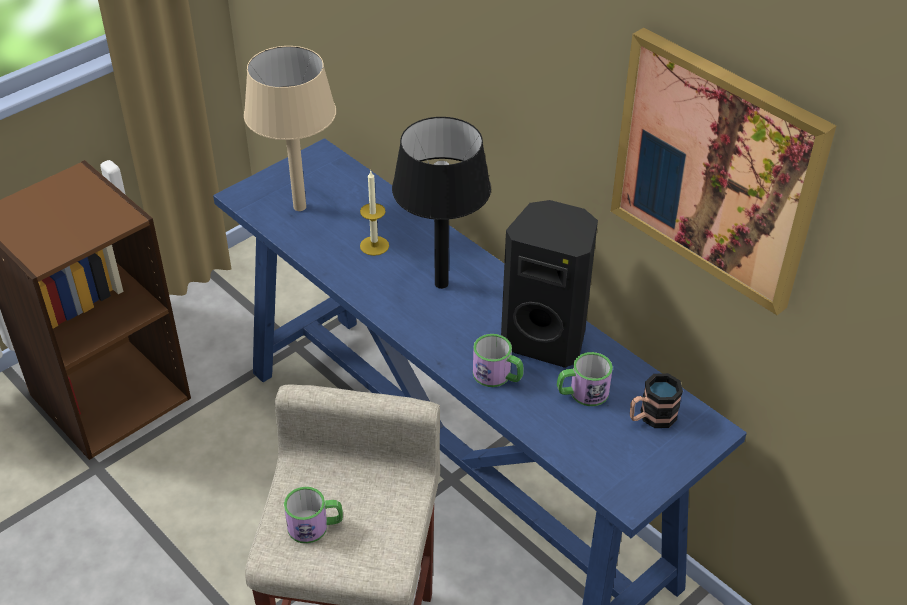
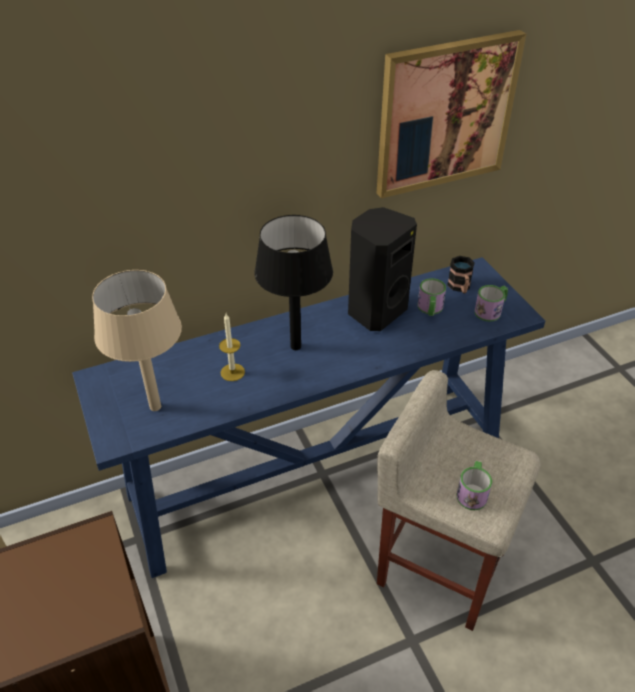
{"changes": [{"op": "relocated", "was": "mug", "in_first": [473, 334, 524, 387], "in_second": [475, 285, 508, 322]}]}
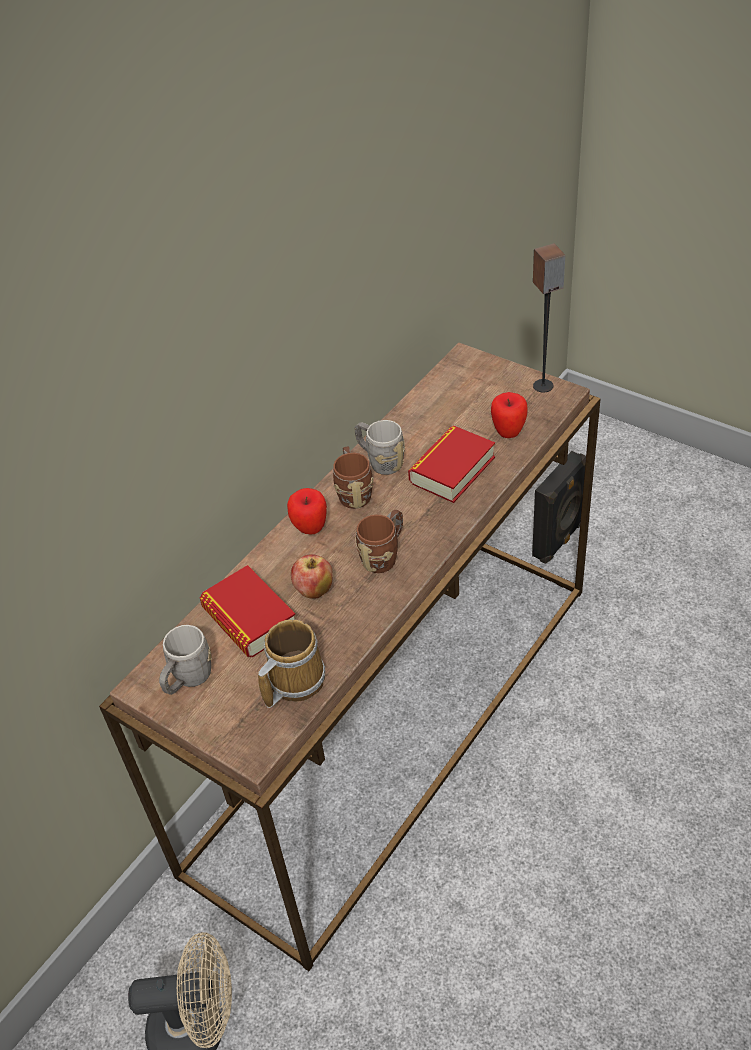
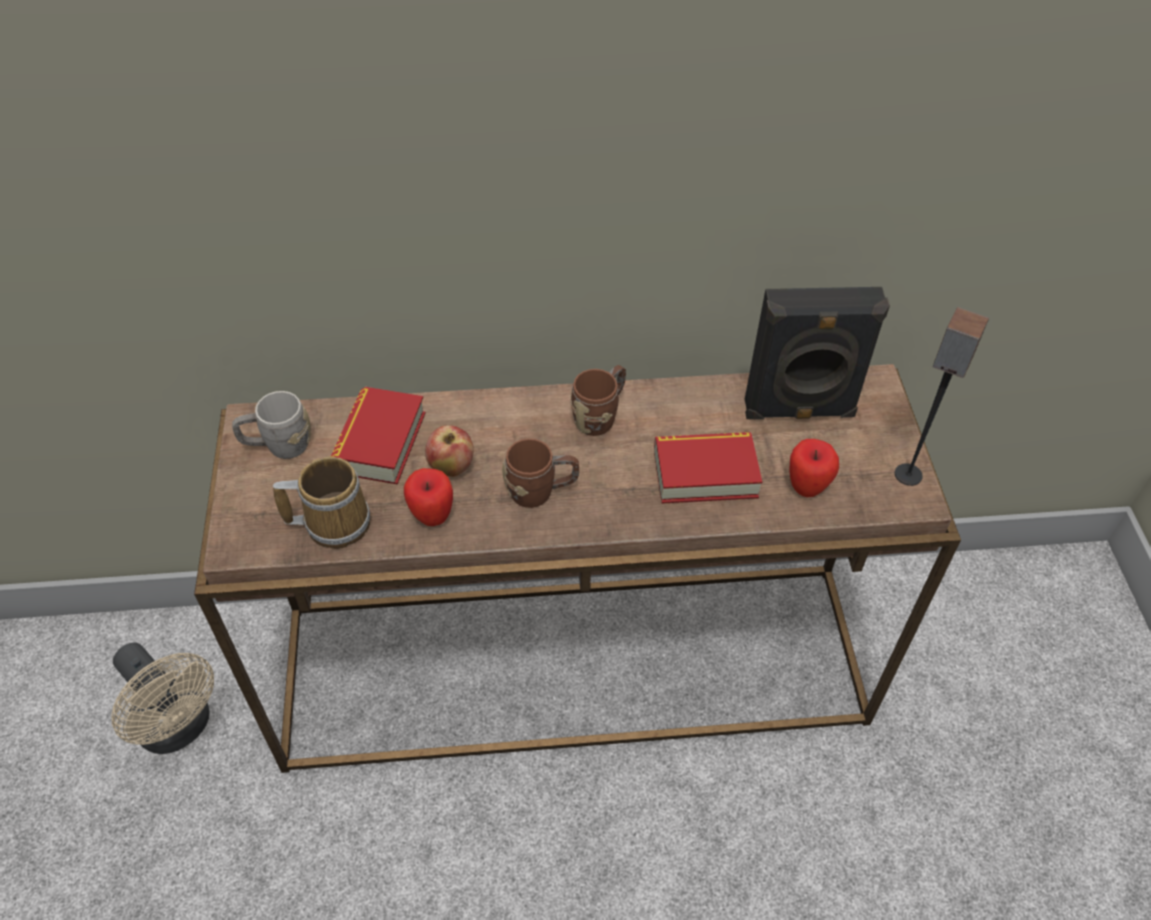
{"changes": [{"op": "missing", "was": "grey mug", "in_first": [354, 420, 405, 475]}, {"op": "relocated", "was": "apple", "in_first": [287, 488, 327, 534], "in_second": [404, 468, 453, 526]}, {"op": "relocated", "was": "black speaker", "in_first": [532, 451, 586, 564], "in_second": [745, 287, 890, 420]}]}
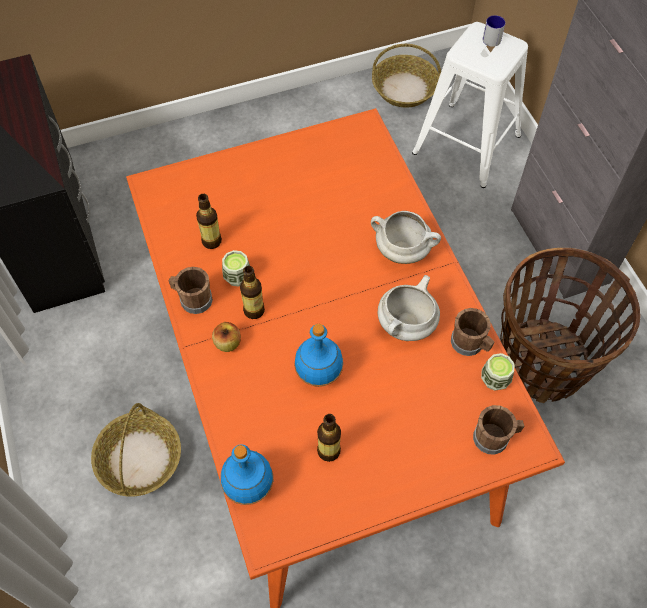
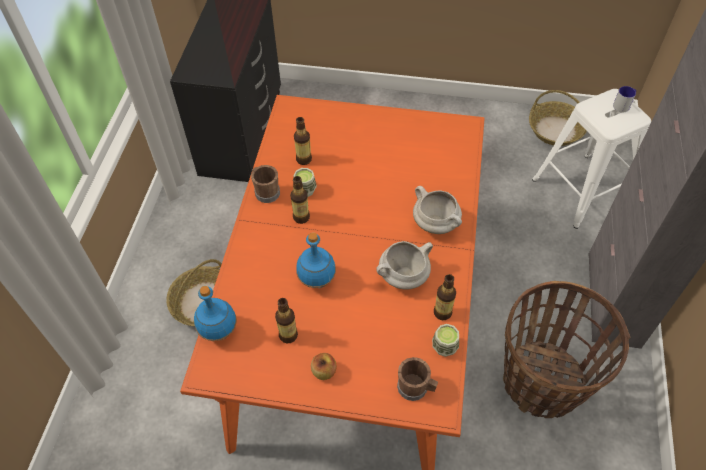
{"changes": [{"op": "relocated", "was": "apple", "in_first": [212, 322, 241, 352], "in_second": [311, 353, 337, 380]}, {"op": "exchanged", "was": "brown mug", "now": "bottle", "in_first": [451, 308, 495, 356], "in_second": [434, 274, 456, 320]}]}
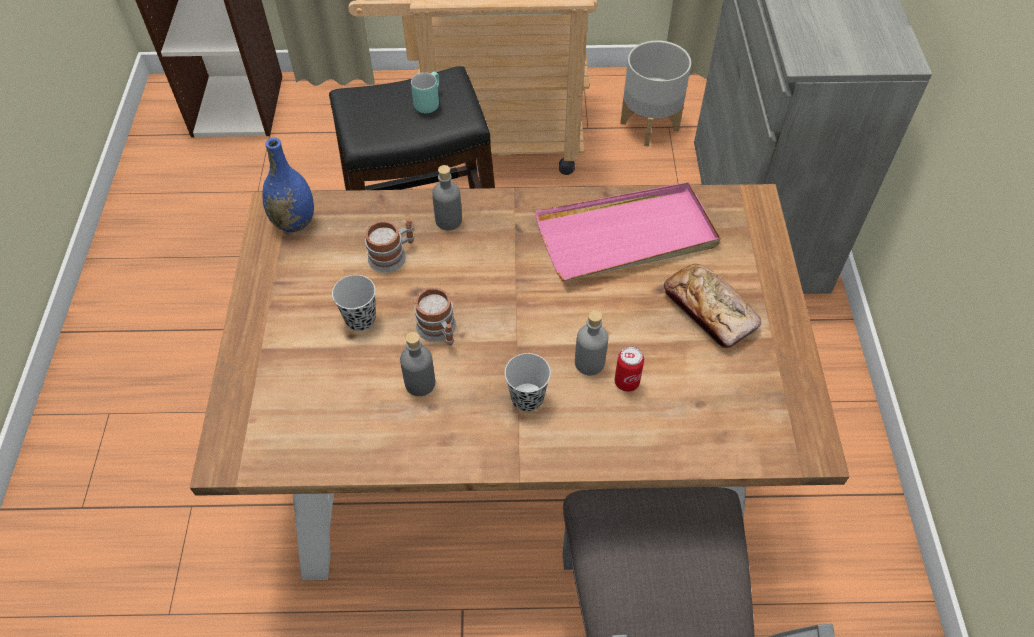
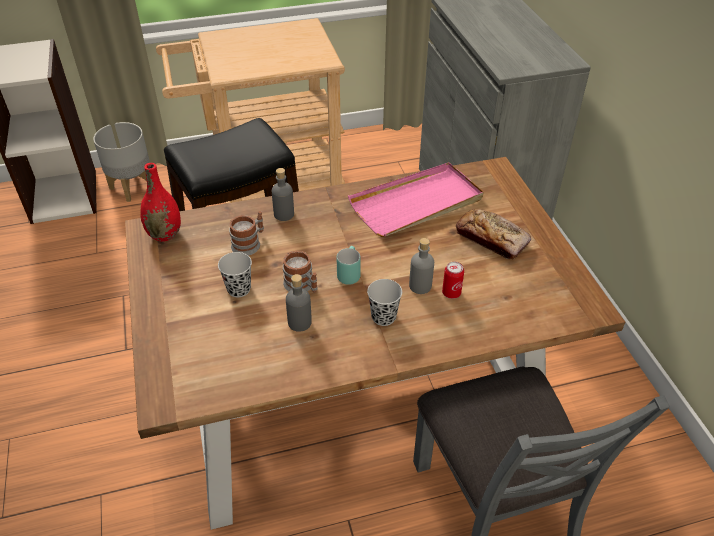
{"changes": [{"op": "relocated", "was": "turquoise mug", "in_first": [411, 72, 439, 113], "in_second": [337, 246, 361, 285]}, {"op": "relocated", "was": "grey planter", "in_first": [620, 40, 691, 147], "in_second": [93, 122, 150, 202]}, {"op": "colour", "was": "blue vase", "now": "red vase", "in_first": [263, 138, 314, 232], "in_second": [140, 163, 181, 242]}]}
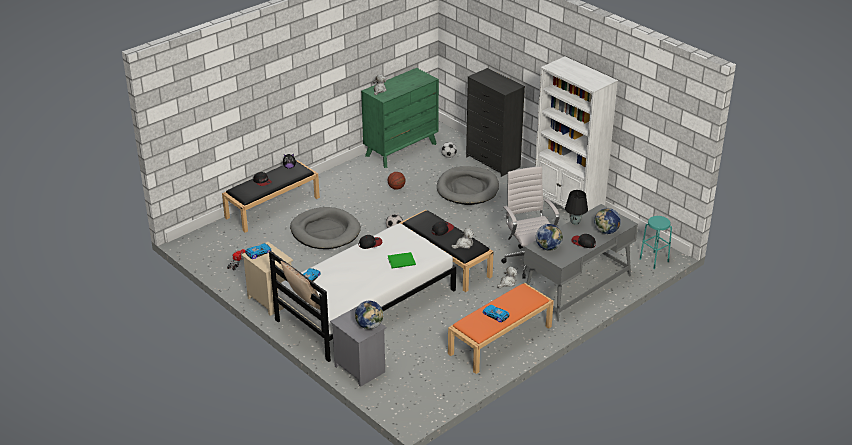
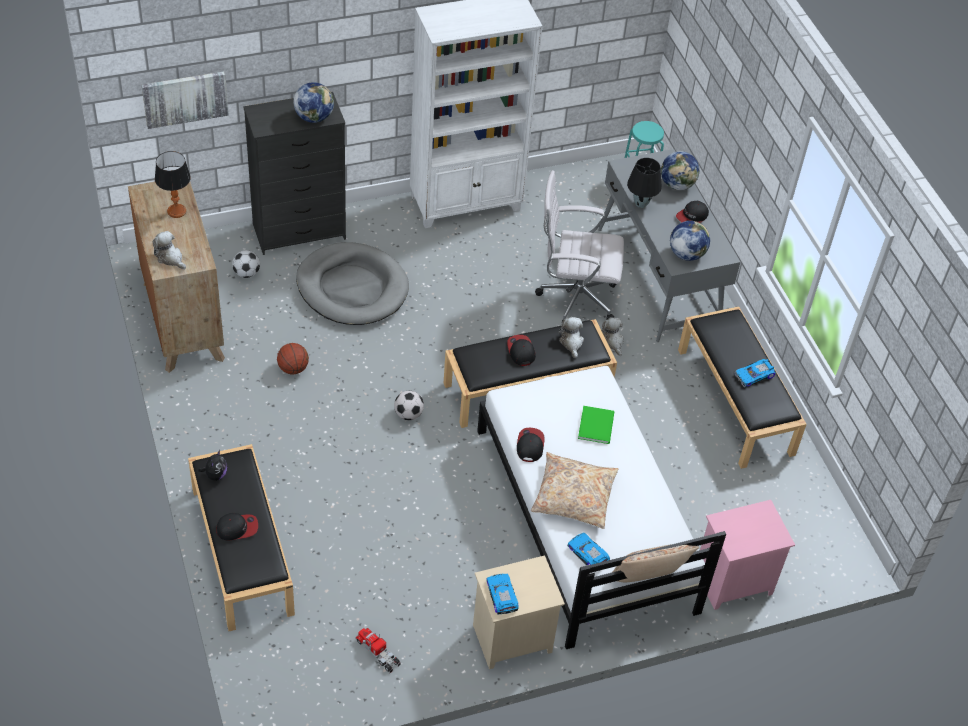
{"changes": [{"op": "missing", "was": "grey dog bed", "in_first": [290, 207, 361, 249]}, {"op": "appeared", "now": "picture", "in_second": [142, 71, 229, 129]}, {"op": "appeared", "now": "table lamp", "in_second": [155, 151, 191, 218]}, {"op": "appeared", "now": "beige pillow", "in_second": [531, 452, 618, 529]}, {"op": "relocated", "was": "globe", "in_first": [355, 301, 384, 329], "in_second": [293, 82, 334, 123]}, {"op": "colour", "was": "grey nightstand", "now": "pink nightstand", "in_first": [330, 306, 386, 387], "in_second": [700, 500, 795, 610]}, {"op": "colour", "was": "green dresser", "now": "brown dresser", "in_first": [361, 68, 439, 168], "in_second": [128, 182, 225, 373]}, {"op": "colour", "was": "orange bench", "now": "black bench", "in_first": [448, 283, 554, 374], "in_second": [678, 306, 807, 469]}]}
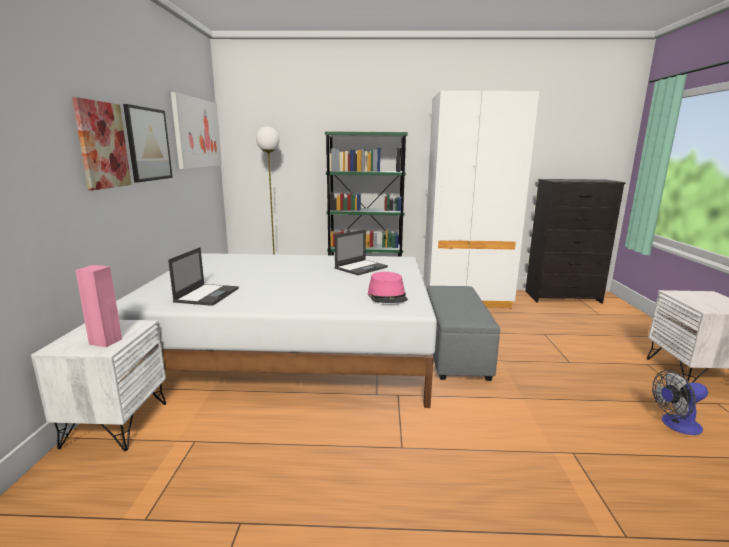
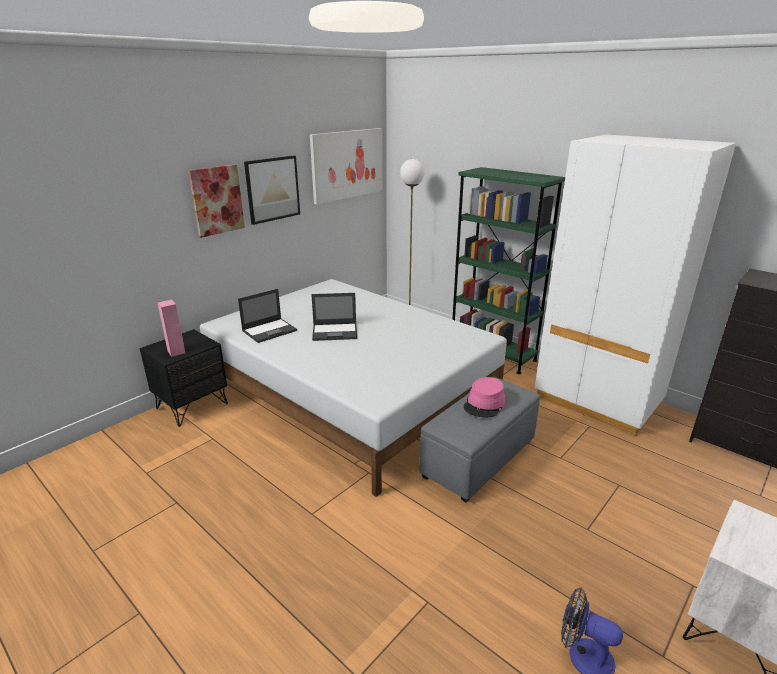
{"changes": [{"op": "relocated", "was": "laptop", "in_first": [335, 230, 388, 275], "in_second": [311, 293, 357, 341]}, {"op": "relocated", "was": "pink hat", "in_first": [368, 272, 408, 303], "in_second": [463, 377, 505, 417]}, {"op": "colour", "was": "white nightstand", "now": "black nightstand", "in_first": [31, 320, 166, 451], "in_second": [140, 329, 228, 427]}]}
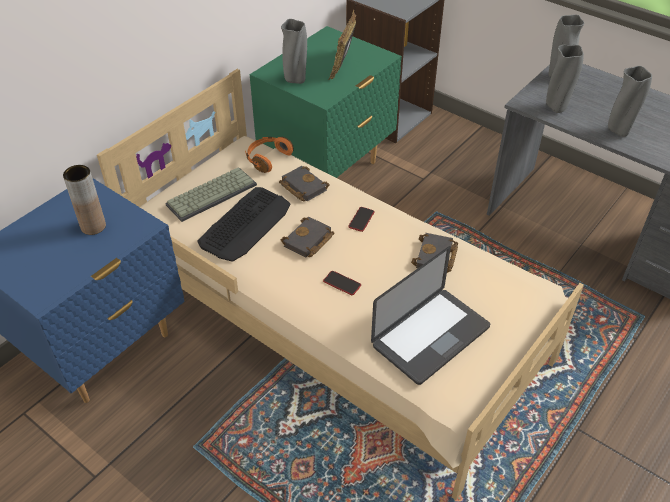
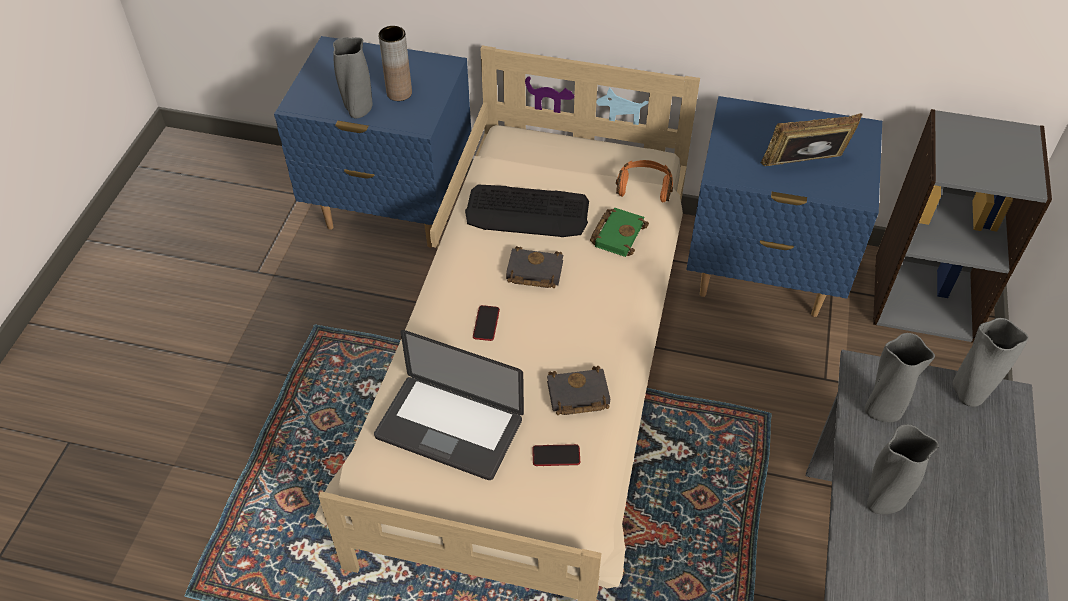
{"changes": [{"op": "missing", "was": "keyboard", "in_first": [165, 167, 257, 222]}, {"op": "relocated", "was": "grey vase", "in_first": [281, 19, 307, 84], "in_second": [333, 37, 373, 118]}, {"op": "relocated", "was": "phone", "in_first": [348, 207, 375, 232], "in_second": [532, 444, 580, 466]}, {"op": "colour", "was": "green nightstand", "now": "blue nightstand", "in_first": [250, 26, 402, 178], "in_second": [686, 96, 882, 317]}, {"op": "colour", "was": "black book", "now": "green book", "in_first": [279, 166, 330, 202], "in_second": [590, 208, 649, 257]}]}
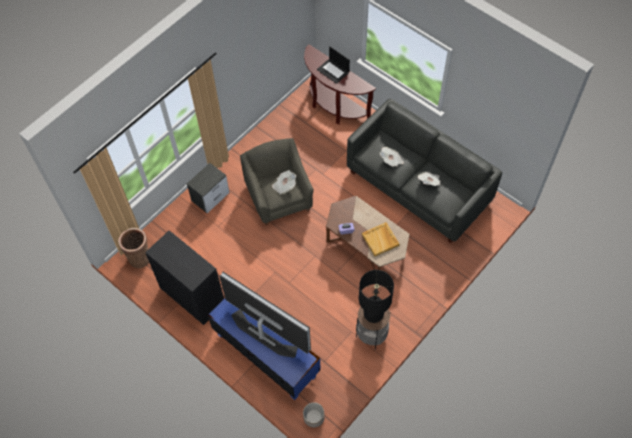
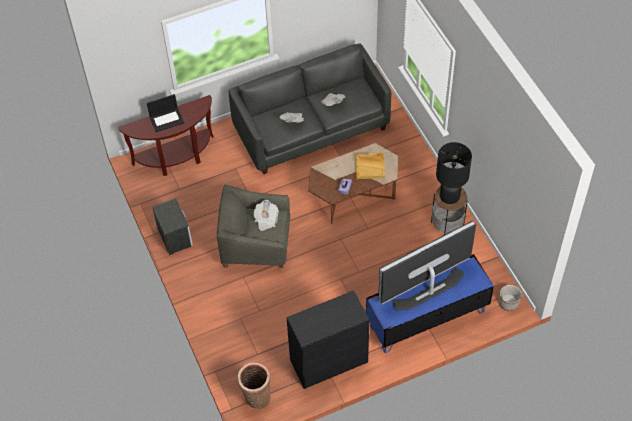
{"changes": [{"op": "relocated", "was": "nightstand", "in_first": [187, 163, 230, 213], "in_second": [152, 198, 193, 255]}]}
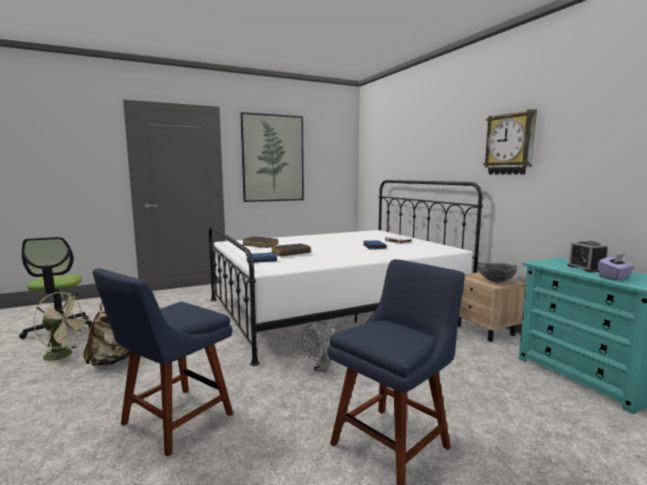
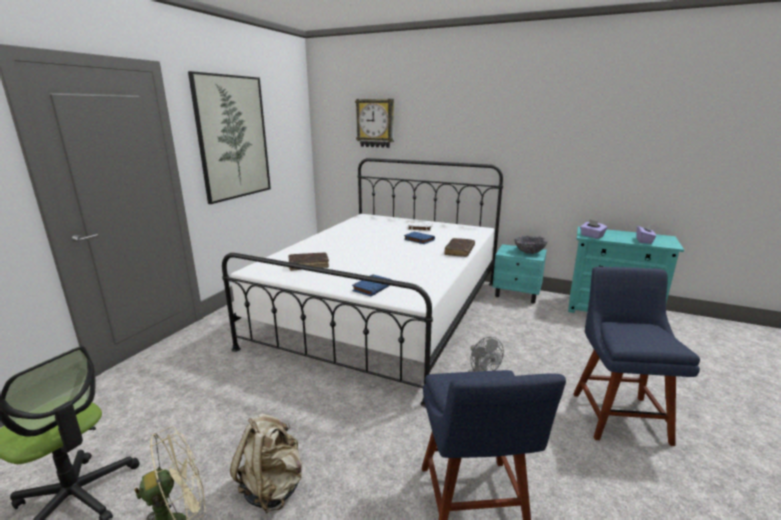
{"changes": [{"op": "missing", "was": "alarm clock", "in_first": [567, 241, 608, 273]}, {"op": "appeared", "now": "purple tissue box", "in_second": [580, 219, 607, 239]}, {"op": "relocated", "was": "brown book", "in_first": [272, 243, 311, 257], "in_second": [444, 238, 475, 257]}, {"op": "relocated", "was": "wall clock", "in_first": [483, 109, 537, 174], "in_second": [355, 99, 394, 148]}, {"op": "colour", "was": "beige nightstand", "now": "turquoise nightstand", "in_first": [458, 272, 526, 342], "in_second": [493, 244, 547, 303]}]}
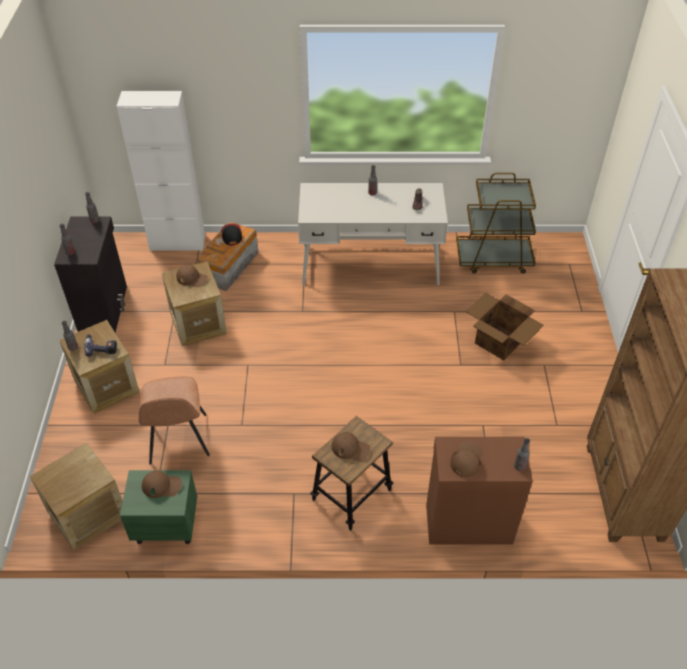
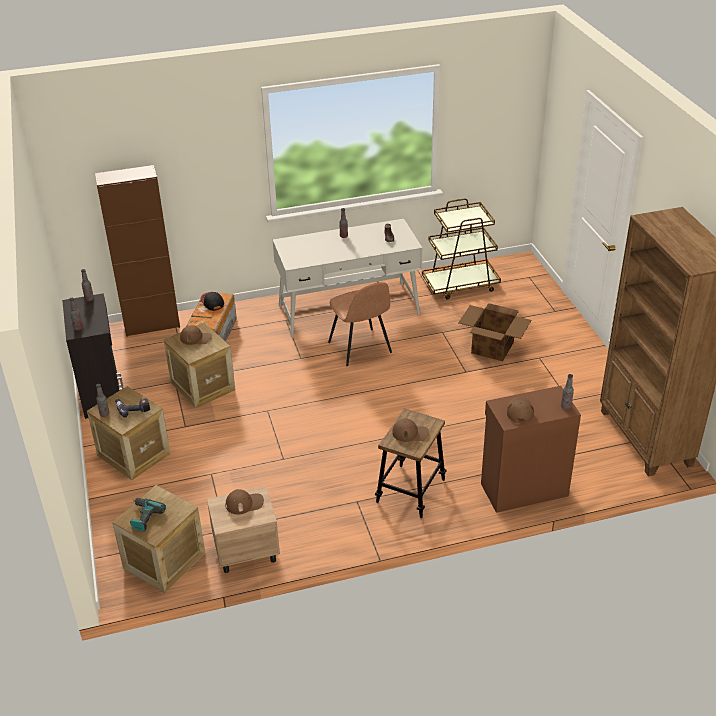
{"changes": [{"op": "appeared", "now": "power drill", "in_second": [130, 498, 166, 532]}, {"op": "relocated", "was": "brown chair", "in_first": [139, 376, 210, 465], "in_second": [328, 282, 392, 366]}, {"op": "colour", "was": "white cabinet", "now": "brown cabinet", "in_first": [117, 91, 205, 251], "in_second": [95, 165, 180, 337]}, {"op": "colour", "was": "green nightstand", "now": "beige nightstand", "in_first": [120, 470, 197, 544], "in_second": [207, 486, 280, 573]}]}
